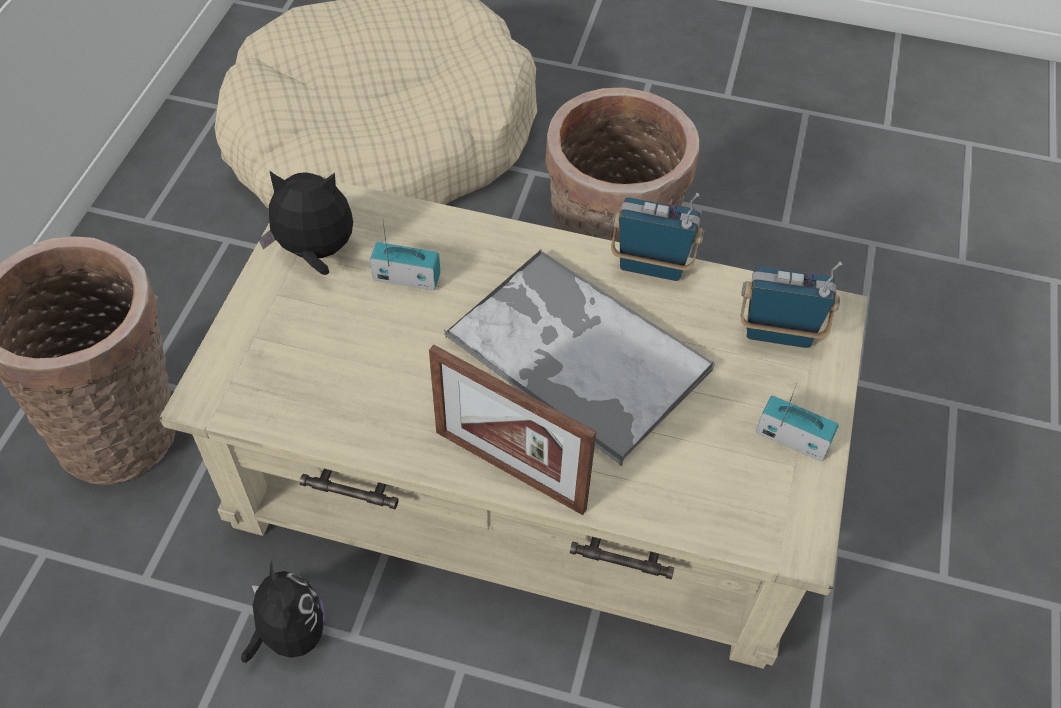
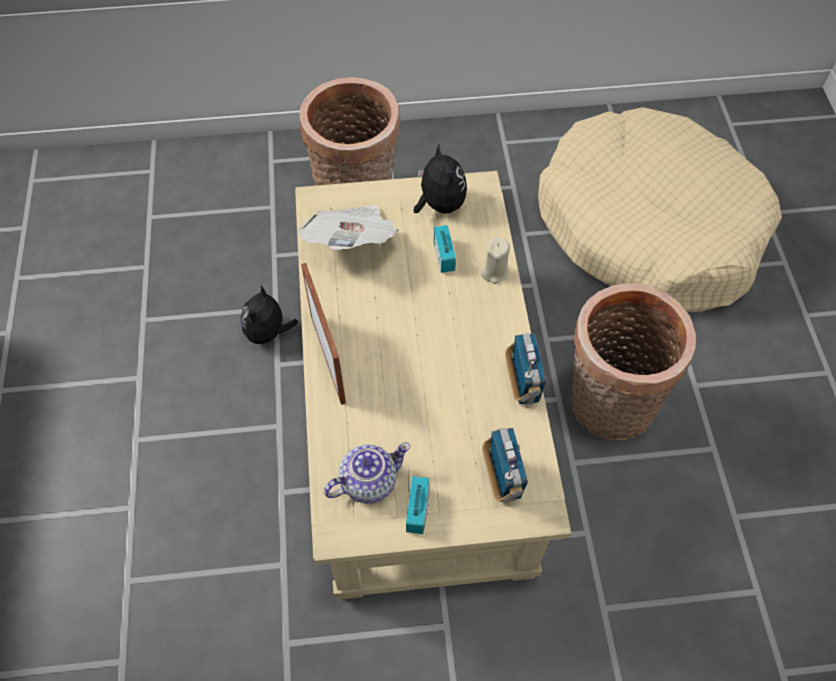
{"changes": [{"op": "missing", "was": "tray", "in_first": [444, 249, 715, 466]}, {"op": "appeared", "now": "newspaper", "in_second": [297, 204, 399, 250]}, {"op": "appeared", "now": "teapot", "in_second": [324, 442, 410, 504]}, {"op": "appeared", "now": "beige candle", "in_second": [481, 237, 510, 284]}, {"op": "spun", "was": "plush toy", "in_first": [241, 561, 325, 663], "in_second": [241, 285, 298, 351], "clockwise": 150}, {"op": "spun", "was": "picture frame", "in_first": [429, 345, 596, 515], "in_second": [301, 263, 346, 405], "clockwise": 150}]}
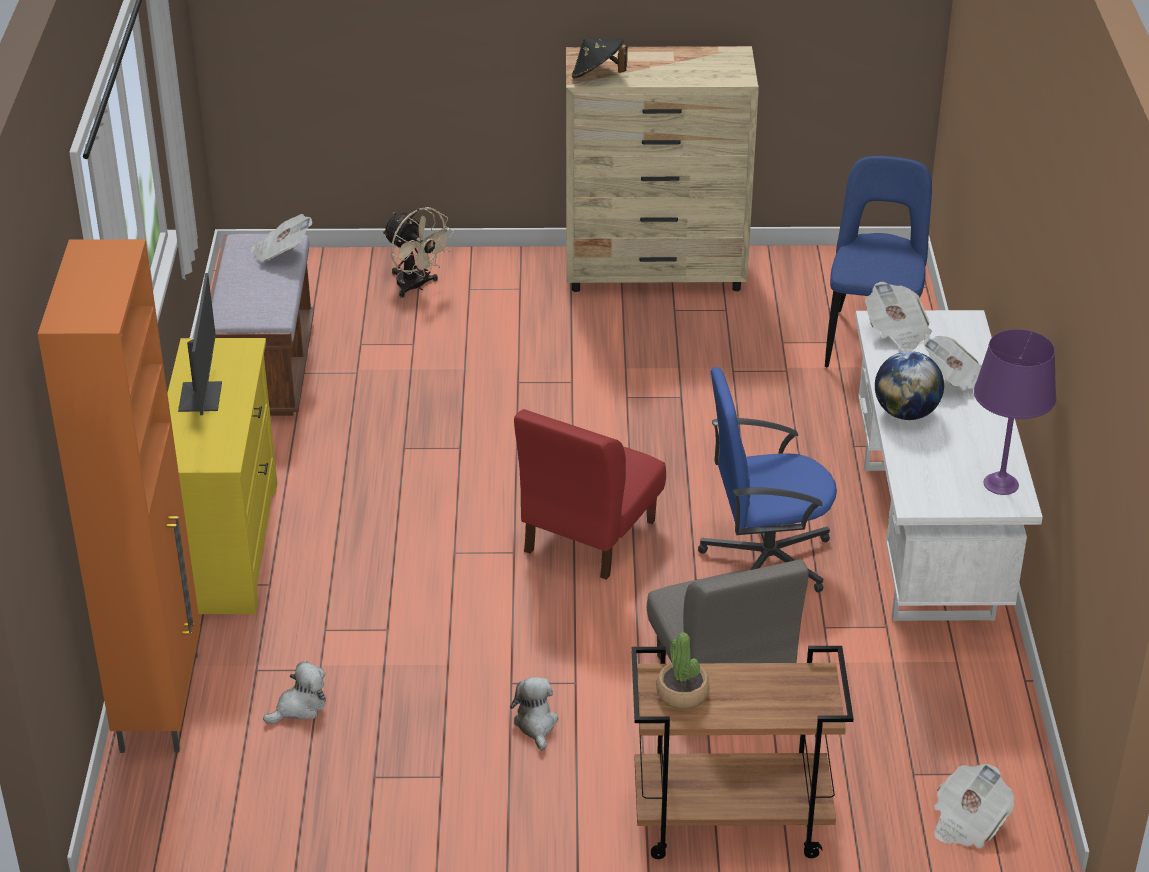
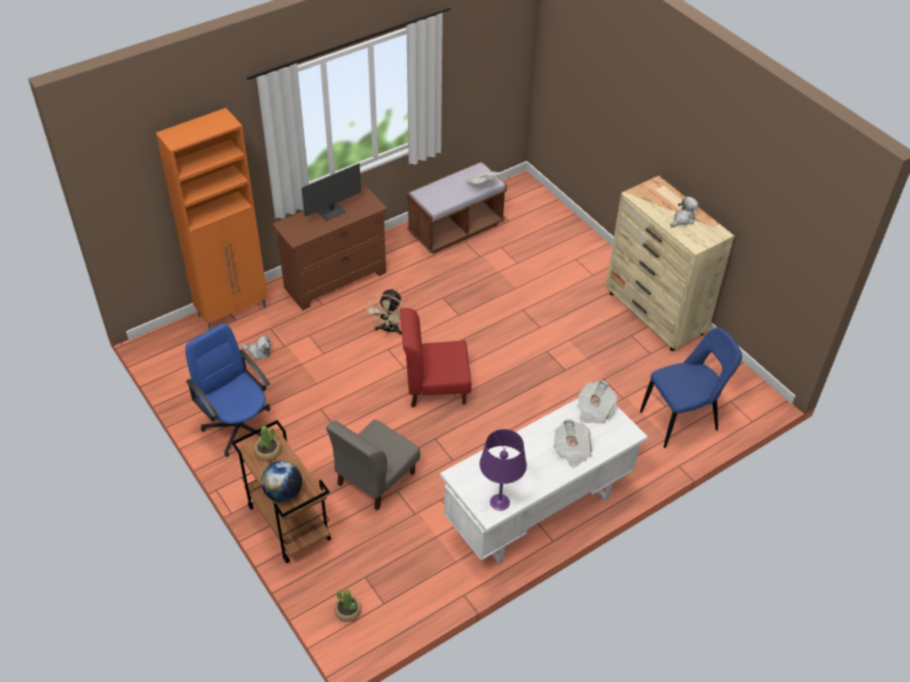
{"changes": [{"op": "missing", "was": "black hat", "in_first": [572, 38, 628, 79]}, {"op": "relocated", "was": "beige fan", "in_first": [382, 207, 454, 298], "in_second": [365, 288, 405, 335]}, {"op": "relocated", "was": "plush toy", "in_first": [510, 677, 558, 751], "in_second": [670, 196, 698, 227]}, {"op": "relocated", "was": "blue office chair", "in_first": [698, 367, 837, 593], "in_second": [185, 323, 271, 457]}, {"op": "relocated", "was": "globe", "in_first": [875, 351, 944, 420], "in_second": [261, 461, 302, 502]}, {"op": "exchanged", "was": "newspaper", "now": "potted plant", "in_first": [934, 764, 1014, 848], "in_second": [334, 590, 361, 622]}, {"op": "colour", "was": "yellow dresser", "now": "brown dresser", "in_first": [167, 338, 277, 614], "in_second": [272, 186, 387, 310]}]}
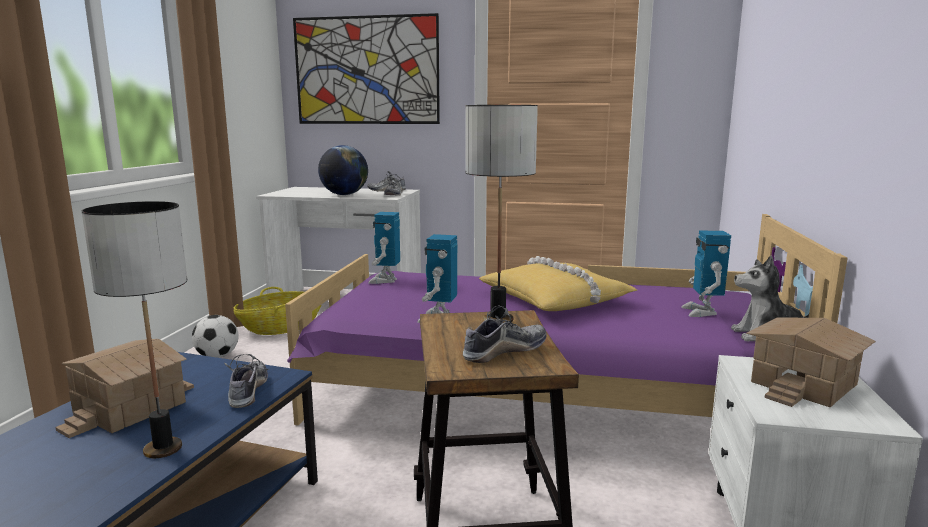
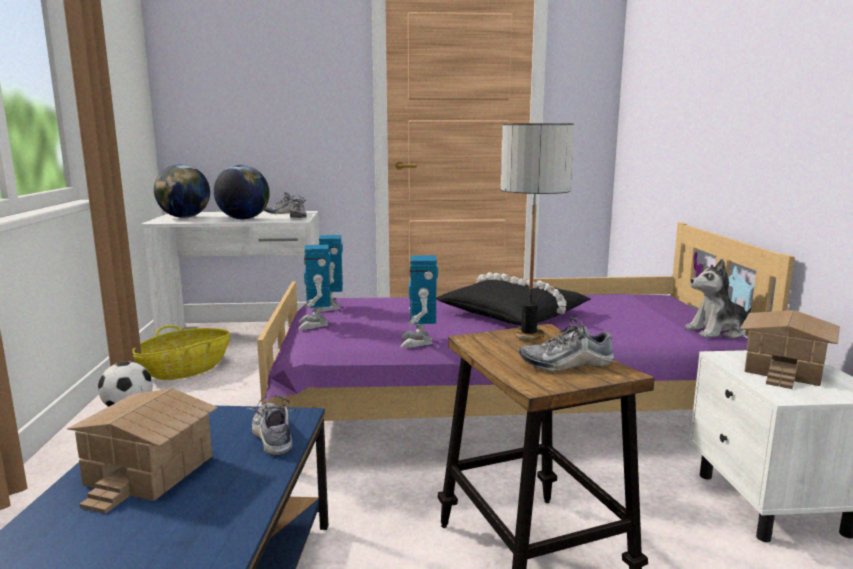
{"changes": [{"op": "missing", "was": "table lamp", "in_first": [82, 201, 187, 458]}, {"op": "missing", "was": "picture", "in_first": [293, 13, 440, 124]}, {"op": "appeared", "now": "globe", "in_second": [154, 164, 210, 218]}, {"op": "relocated", "was": "toy robot", "in_first": [681, 231, 731, 317], "in_second": [299, 244, 331, 330]}, {"op": "colour", "was": "yellow pillow", "now": "black pillow", "in_first": [479, 256, 637, 311], "in_second": [436, 272, 591, 325]}, {"op": "spun", "was": "shoe", "in_first": [463, 306, 547, 363], "in_second": [519, 316, 614, 372], "clockwise": -135}]}
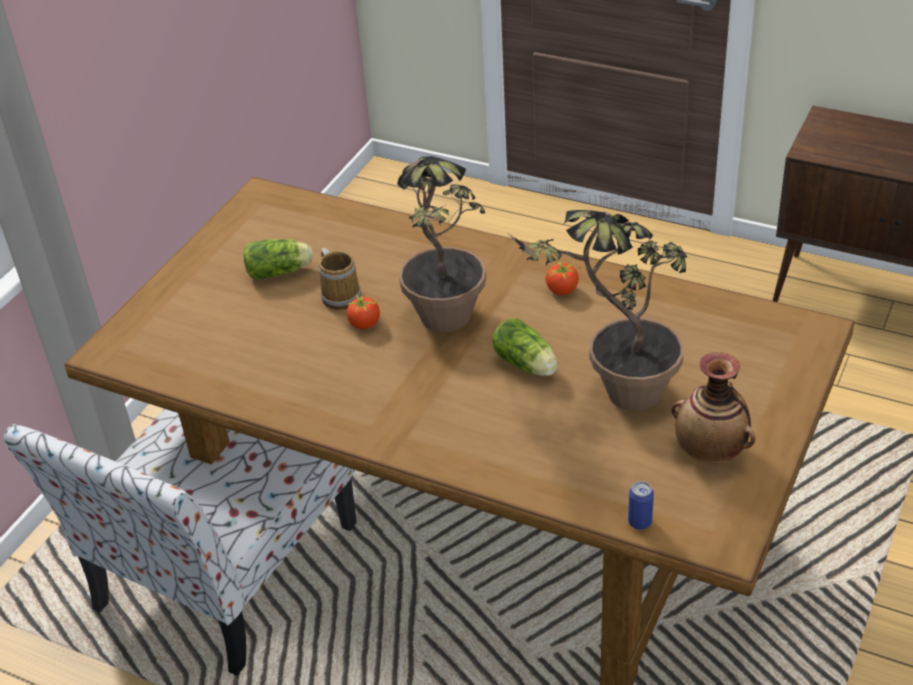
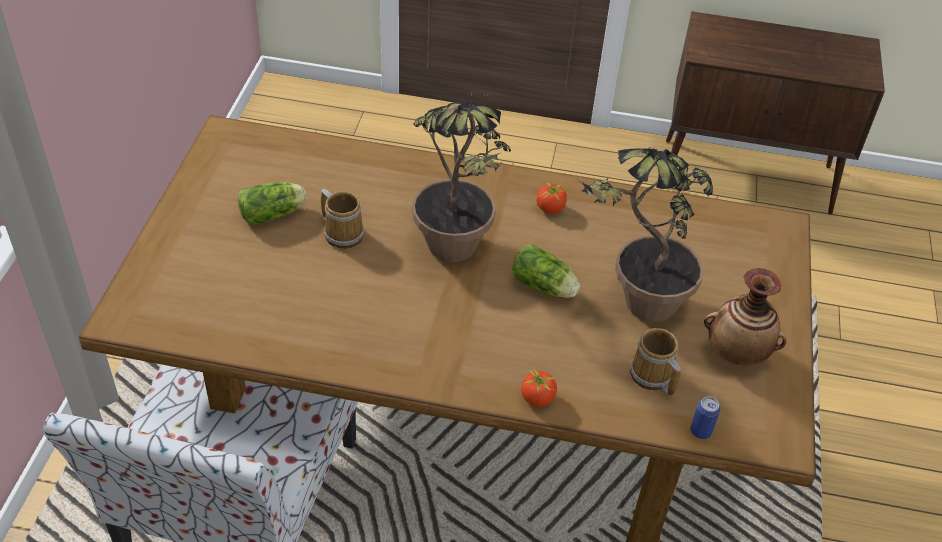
{"changes": [{"op": "appeared", "now": "mug", "in_second": [630, 328, 681, 396]}, {"op": "relocated", "was": "tomato", "in_first": [346, 294, 380, 329], "in_second": [521, 368, 557, 407]}]}
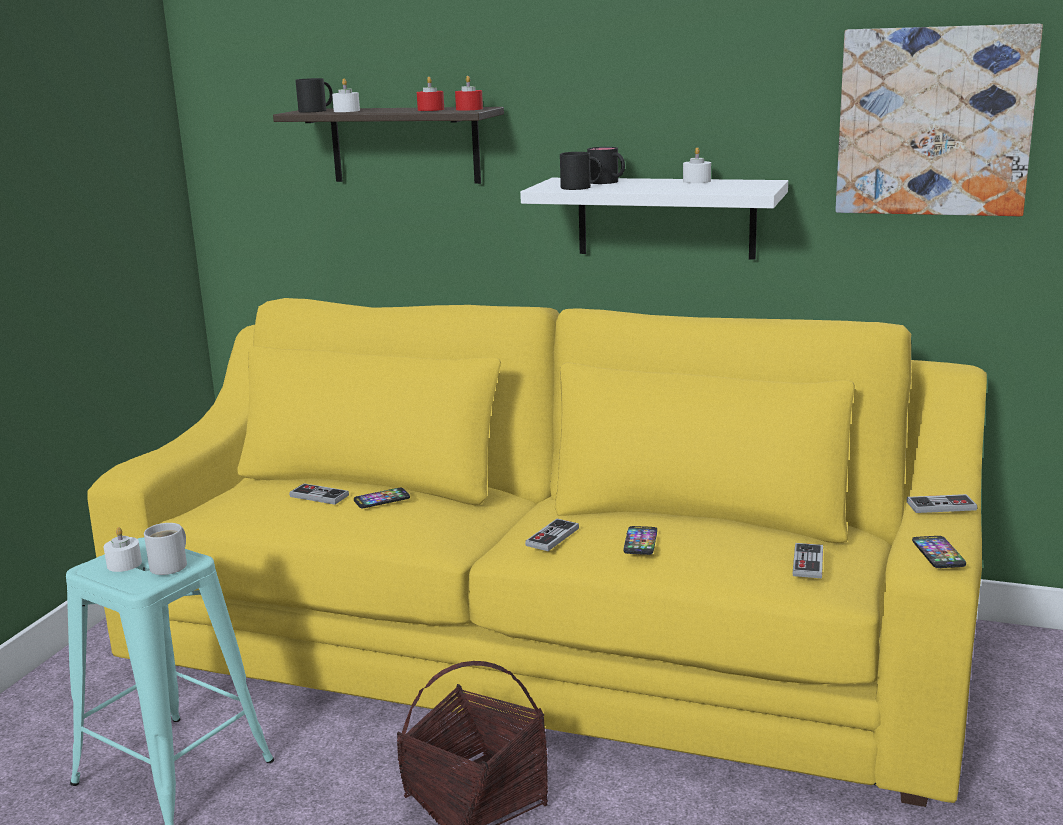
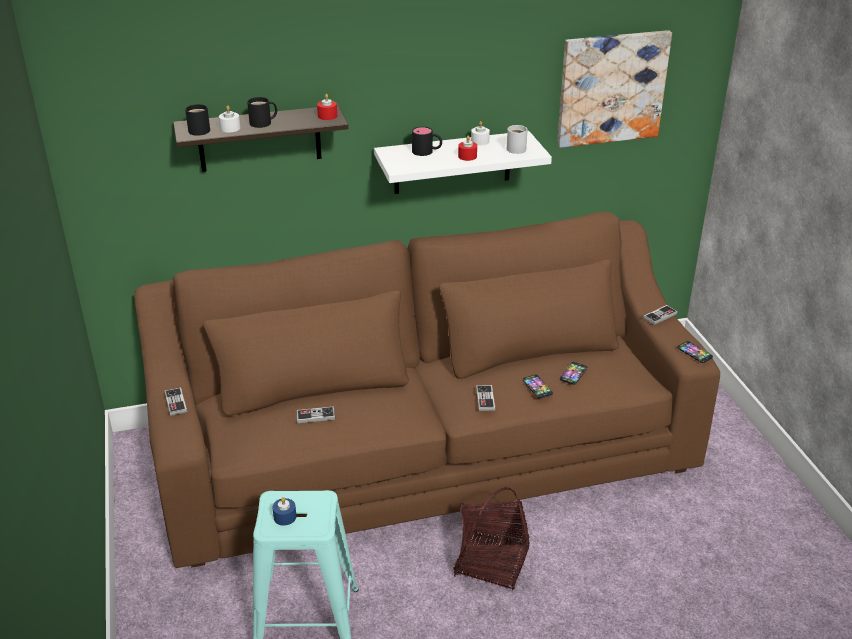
{"changes": [{"op": "relocated", "was": "white mug", "in_first": [144, 523, 187, 575], "in_second": [507, 125, 528, 154]}, {"op": "relocated", "was": "phone", "in_first": [354, 487, 410, 508], "in_second": [560, 362, 587, 385]}, {"op": "relocated", "was": "red candle", "in_first": [417, 77, 444, 111], "in_second": [458, 136, 477, 161]}, {"op": "relocated", "was": "black mug", "in_first": [560, 152, 601, 190], "in_second": [247, 97, 277, 128]}, {"op": "relocated", "was": "game controller", "in_first": [792, 543, 823, 578], "in_second": [165, 387, 187, 416]}, {"op": "colour", "was": "yellow sofa", "now": "brown sofa", "in_first": [87, 298, 987, 807], "in_second": [134, 212, 720, 568]}, {"op": "colour", "was": "white candle", "now": "blue candle", "in_first": [104, 527, 142, 572], "in_second": [272, 497, 297, 526]}]}
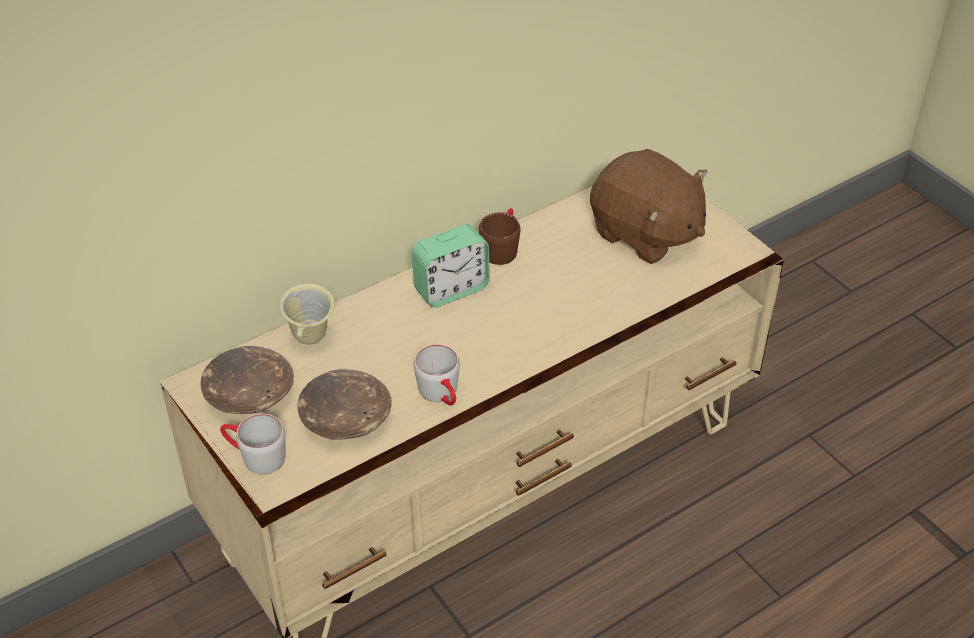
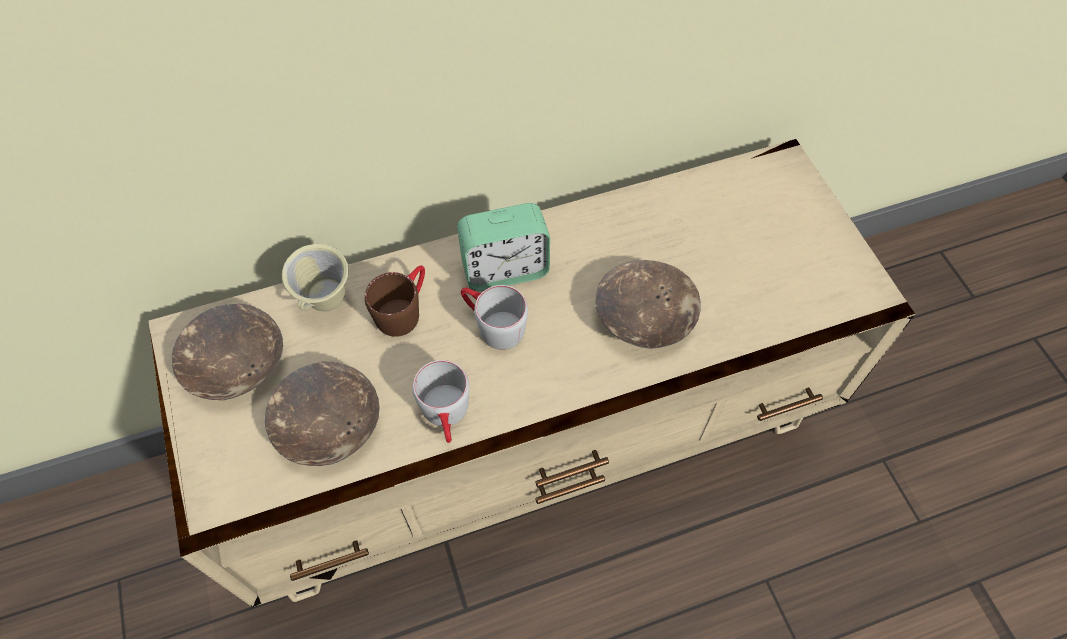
{"changes": [{"op": "missing", "was": "brown plush toy", "in_first": [590, 149, 708, 264]}, {"op": "appeared", "now": "brown bowl", "in_second": [596, 260, 701, 349]}, {"op": "relocated", "was": "grey mug", "in_first": [220, 414, 285, 475], "in_second": [461, 285, 528, 350]}, {"op": "relocated", "was": "brown mug", "in_first": [479, 208, 520, 265], "in_second": [365, 265, 425, 337]}]}
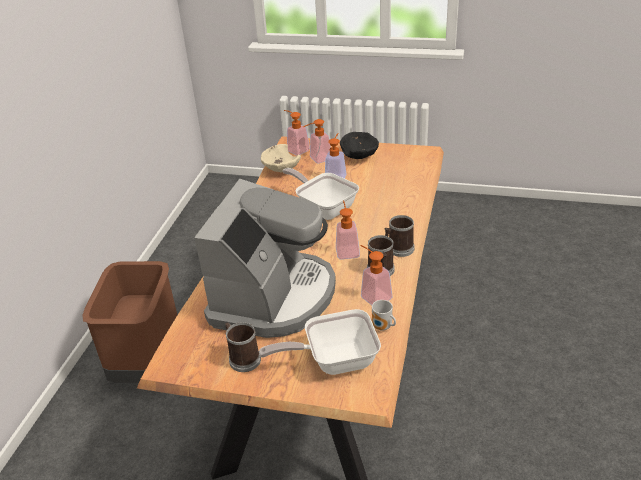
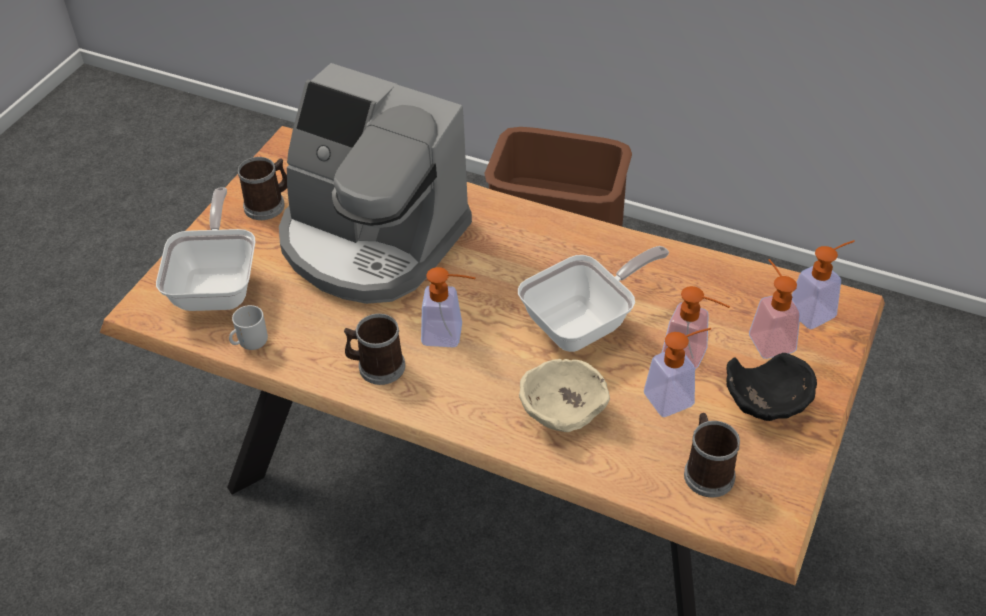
{"changes": [{"op": "relocated", "was": "beige bowl", "in_first": [261, 144, 301, 172], "in_second": [519, 359, 610, 432]}, {"op": "relocated", "was": "soap dispenser", "in_first": [360, 245, 393, 305], "in_second": [644, 328, 711, 417]}, {"op": "relocated", "was": "mug", "in_first": [385, 215, 415, 257], "in_second": [684, 413, 740, 497]}]}
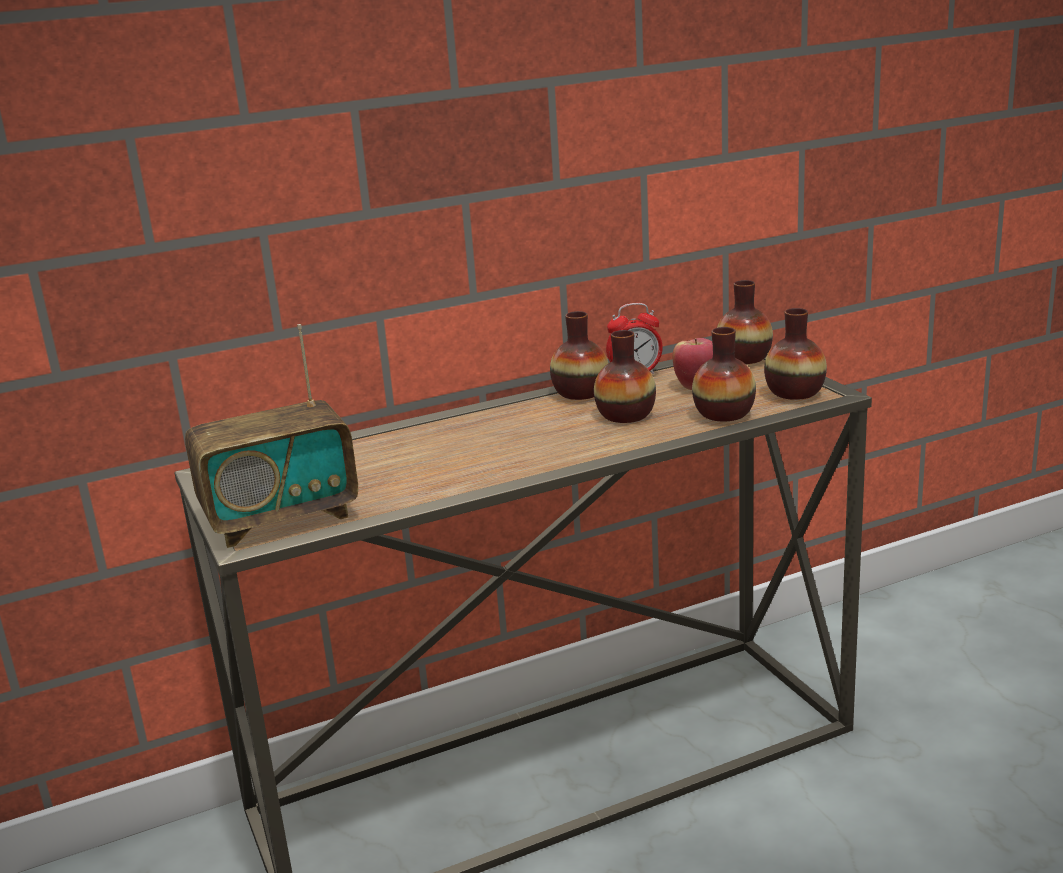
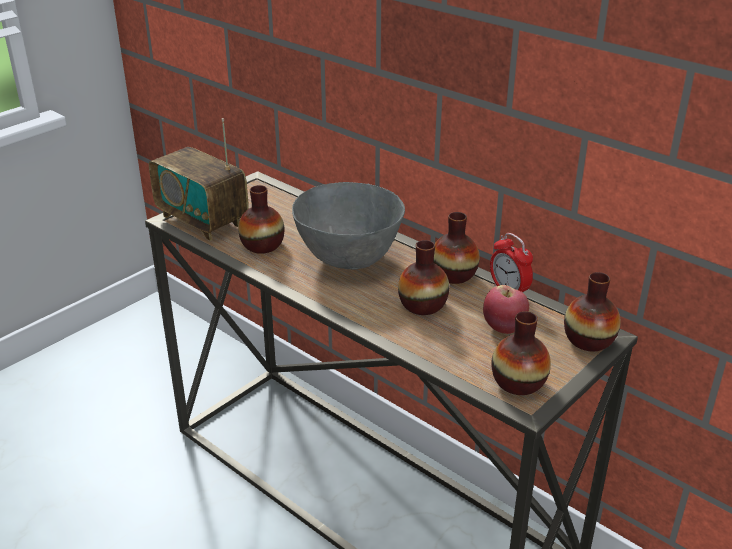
{"changes": [{"op": "appeared", "now": "grey bowl", "in_second": [292, 182, 405, 270]}, {"op": "relocated", "was": "vase", "in_first": [692, 327, 756, 422], "in_second": [238, 185, 285, 254]}]}
